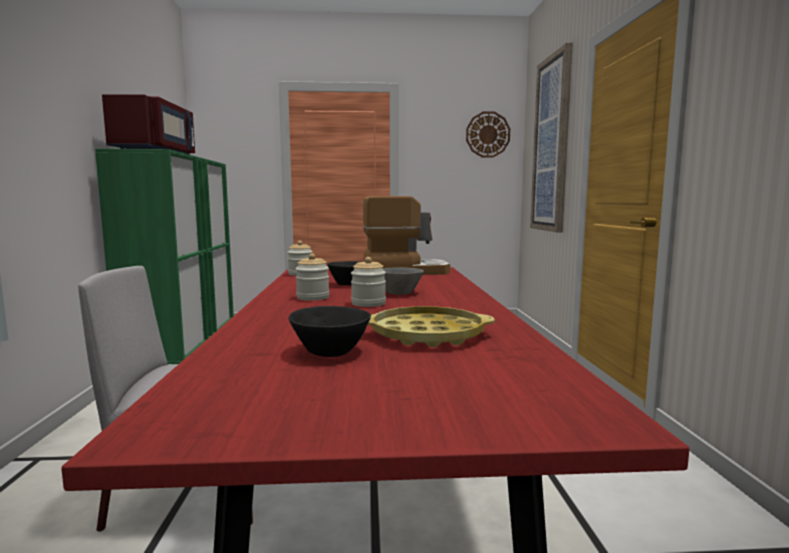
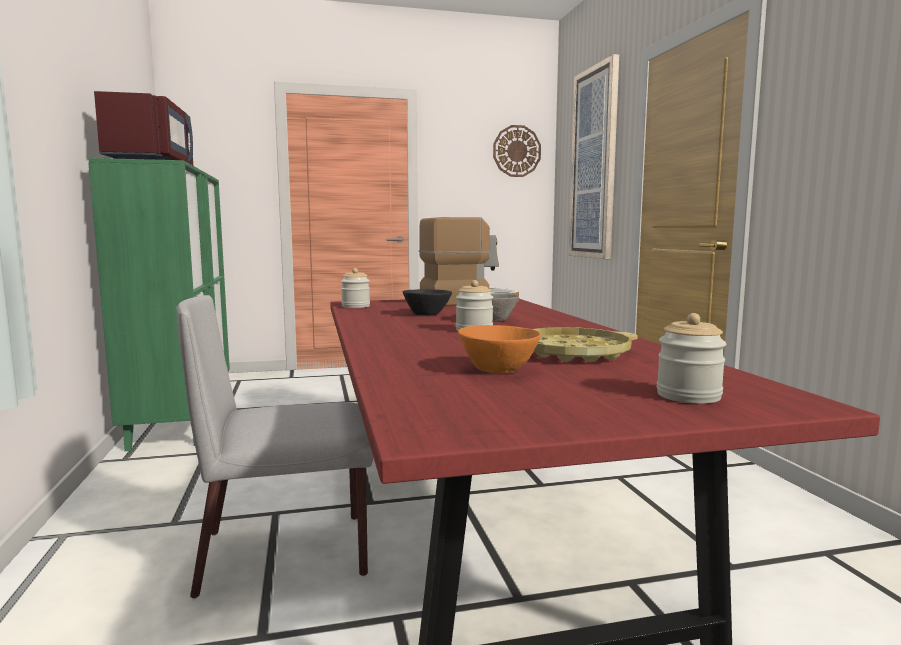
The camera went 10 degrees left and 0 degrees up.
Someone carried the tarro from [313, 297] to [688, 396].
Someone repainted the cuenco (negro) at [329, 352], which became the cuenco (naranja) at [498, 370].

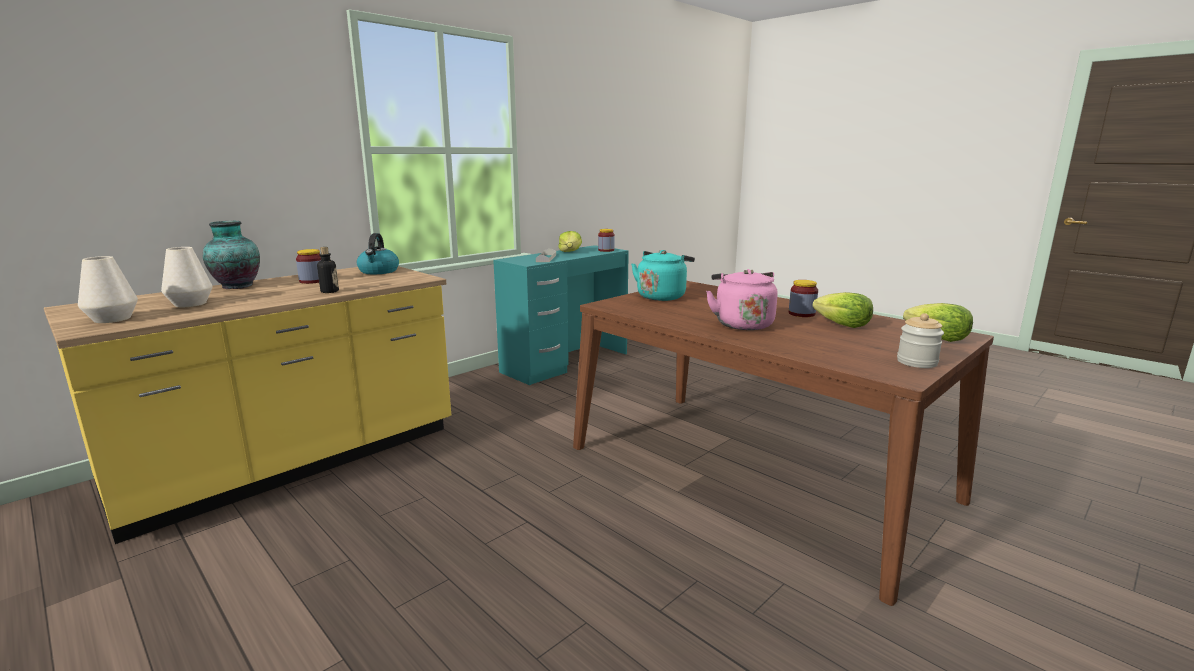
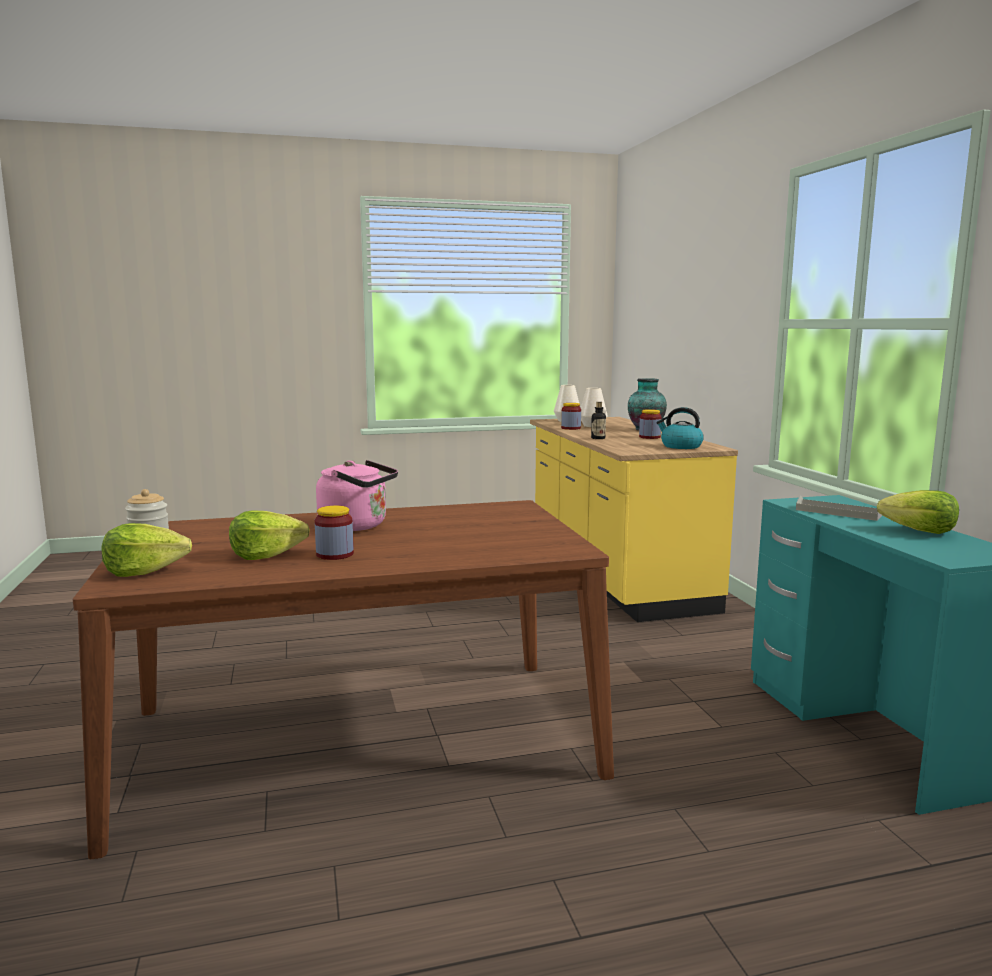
The camera went 120 degrees right and 5 degrees down.
Someone took away the hervidor (turquesa) at [662, 296].
Someone carried the tarro from [606, 250] to [571, 428].

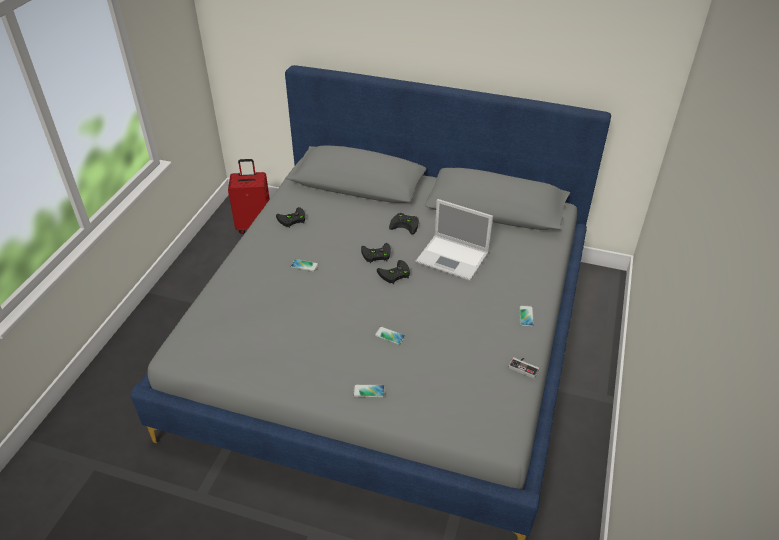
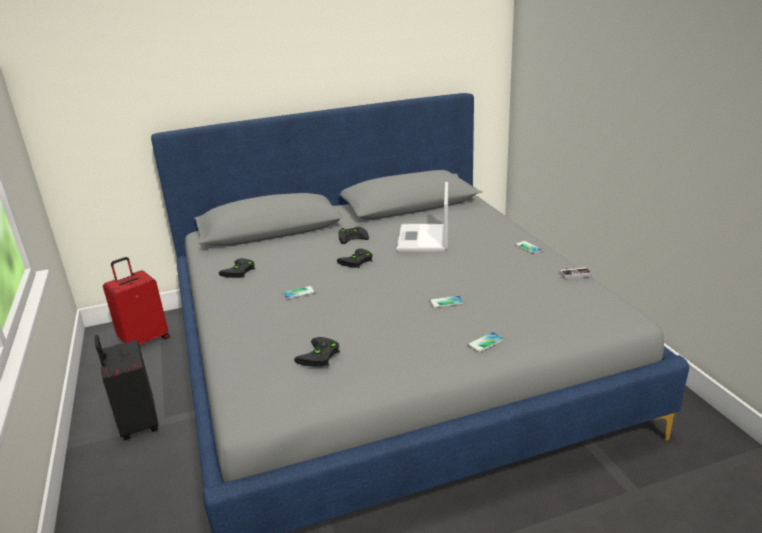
The camera went 35 degrees left and 15 degrees down.
Someone put down the maleta (negro) at [138, 424].
Someone carried the mando de consola (negro) from [394, 274] to [319, 356].
Someone rotated the portátil at [453, 258] by 105 degrees clockwise.

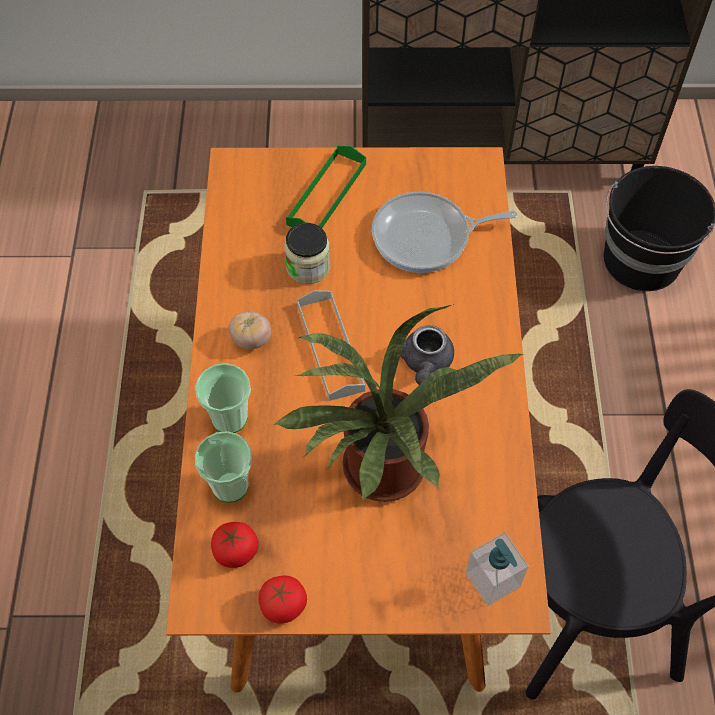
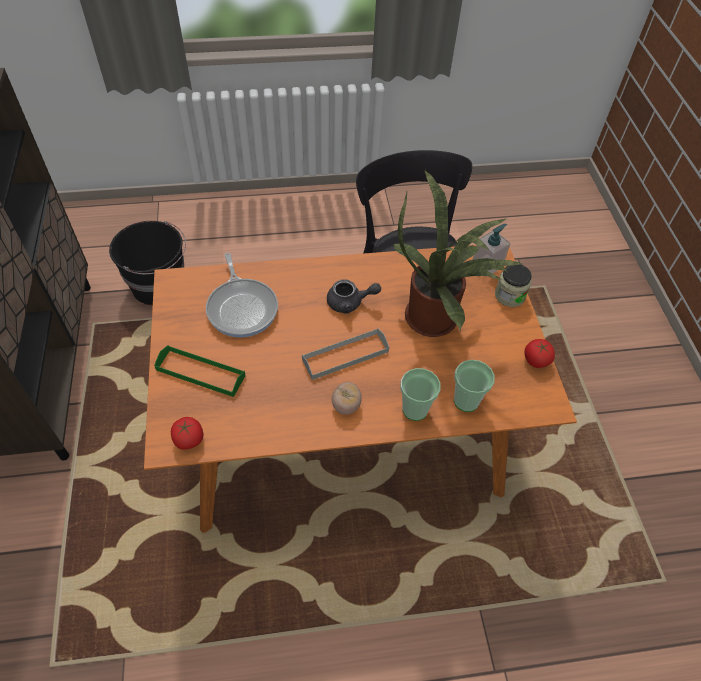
The camera went 100 degrees left and 5 degrees down.
Someone carried the tomate from [236, 551] to [189, 439].
Someone carried the tarro from [308, 267] to [509, 295].

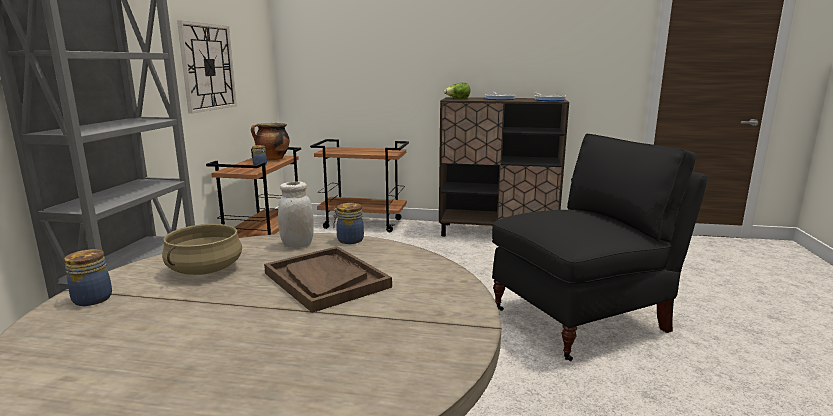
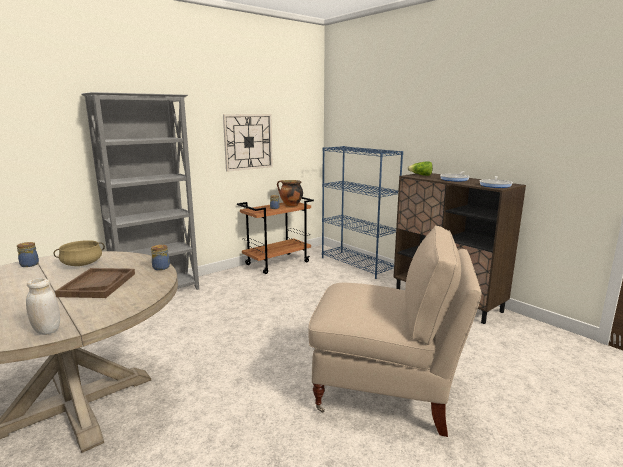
The camera went 40 degrees right and 0 degrees up.
Someone carried the tarro (blanco) from [297, 244] to [47, 330].
Someone swapped the carrito (marrón) at [364, 223] for the estantería (azul) at [357, 264].
Someone repainted the silla (negro) at [581, 319], which became the silla (beis) at [386, 390].

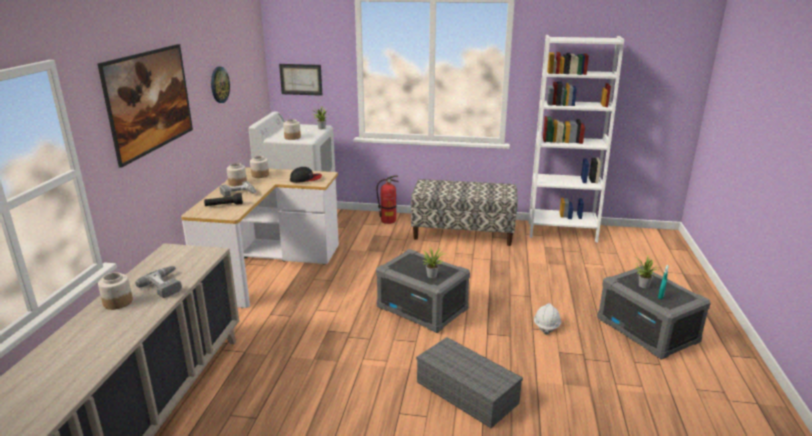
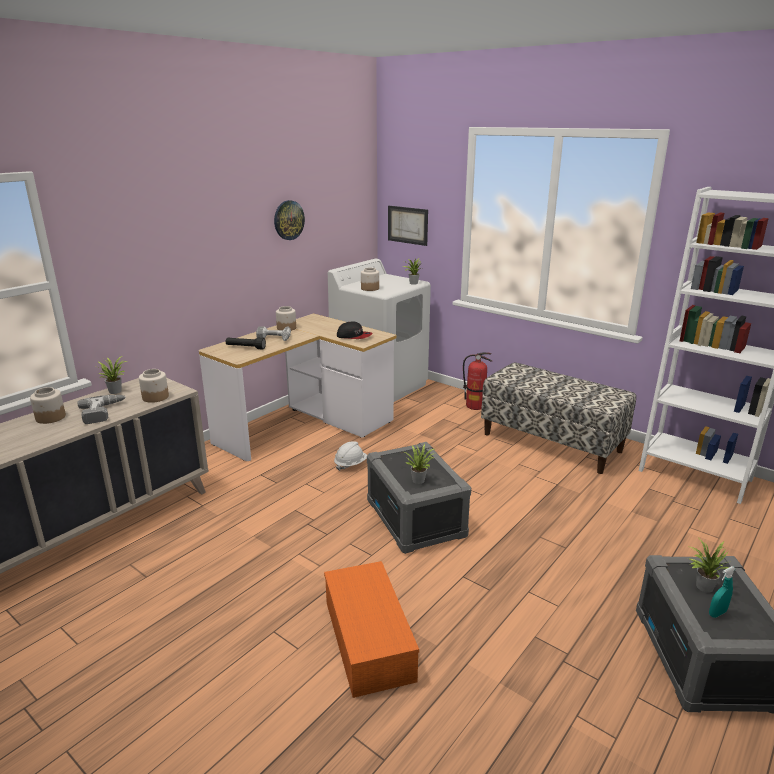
The camera went 30 degrees right and 0 degrees up.
Someone took away the cuadro at [154, 124].
Someone put down the planta en maceta at [115, 391].
Someone carried the tarro from [260, 175] to [156, 397].
Someone carried the casco (blanco) from [546, 326] to [351, 464].
Someone repainted the caja de almacenaje (gris) at [468, 392], which became the caja de almacenaje (naranja) at [370, 641].

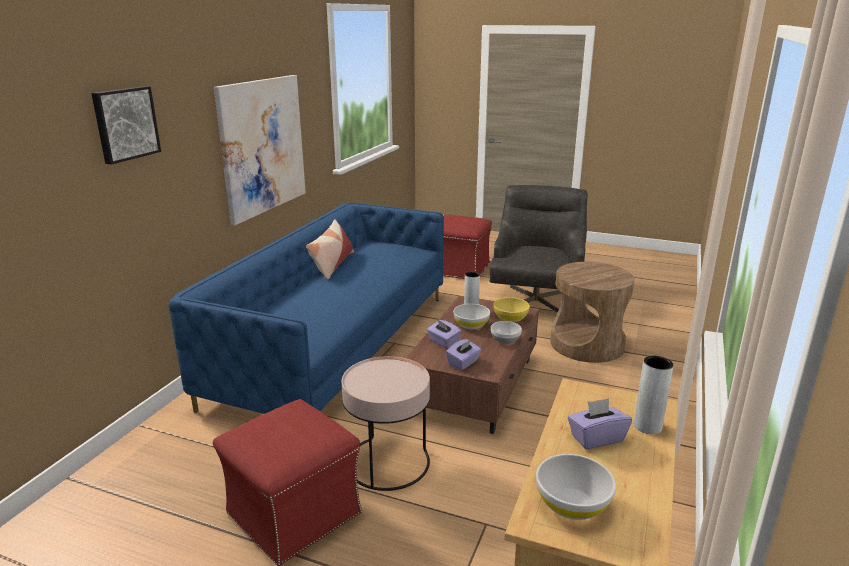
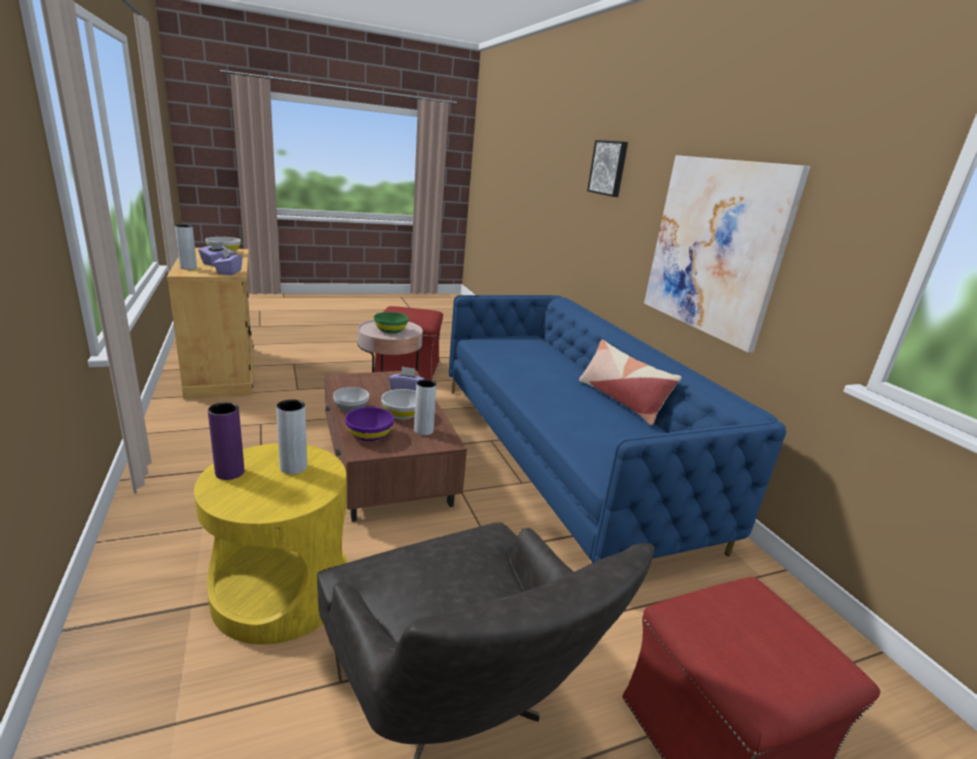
The camera went 135 degrees right and 0 degrees up.
Someone put down the florero (morado) at [230, 472].
Someone put down the florero (gris) at [293, 467].
Someone put down the cuenco (verde) at [390, 330].
Someone carried the caja de pañuelos (morado) from [463, 363] to [229, 272].
Someone repainted the cuenco (amarillo) at [510, 318], which became the cuenco (morado) at [369, 435].
Someone repainted the mesa auxiliar (marrón) at [587, 344], which became the mesa auxiliar (amarillo) at [280, 591].

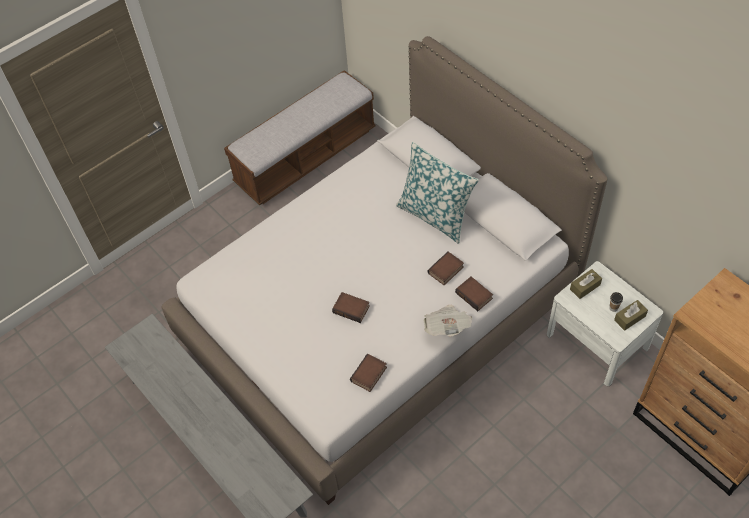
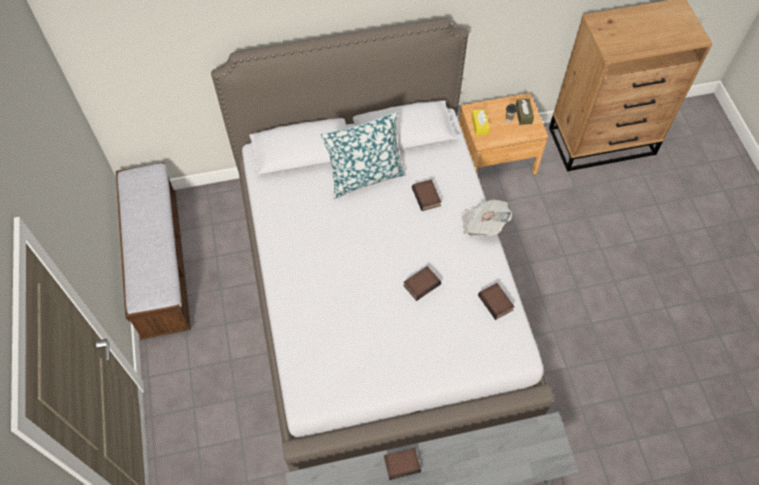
The camera went 65 degrees left and 5 degrees up.
Someone carried the libro from [475, 295] to [402, 463].
Someone repainted the mesita de noche (blanco) at [597, 341], which became the mesita de noche (marrón) at [496, 158].
Someone repainted the caja de pañuelos (marrón) at [585, 287], which became the caja de pañuelos (amarillo) at [479, 125].

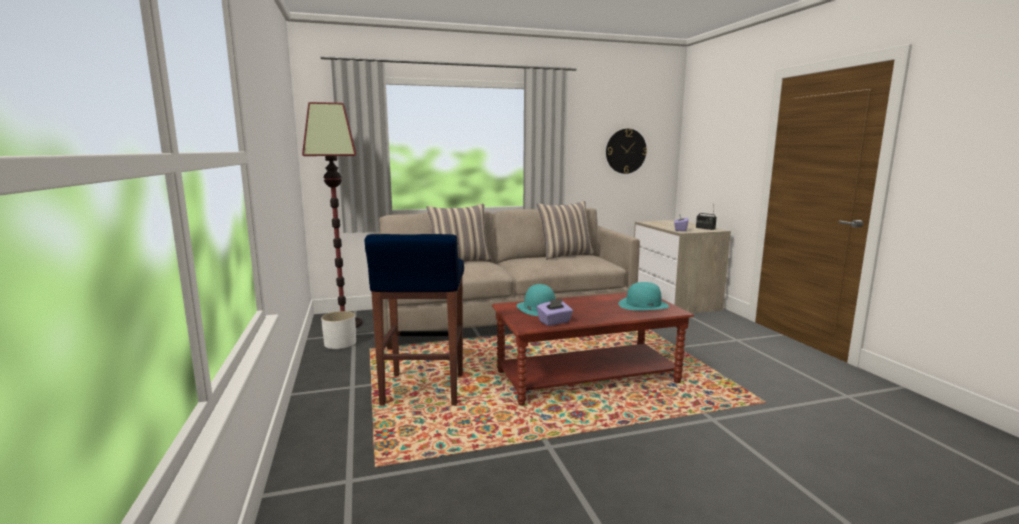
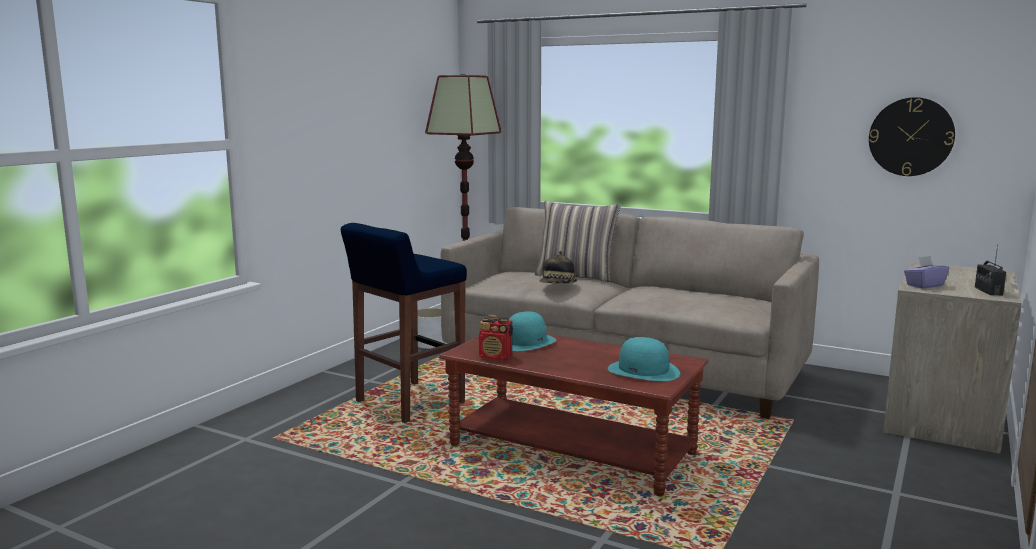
The camera went 45 degrees right and 0 degrees up.
Someone took away the cojín at [565, 255].
Someone put down the sombrero at [558, 286].
Someone swapped the caja de pañuelos (morado) at [554, 322] for the radio at [496, 357].

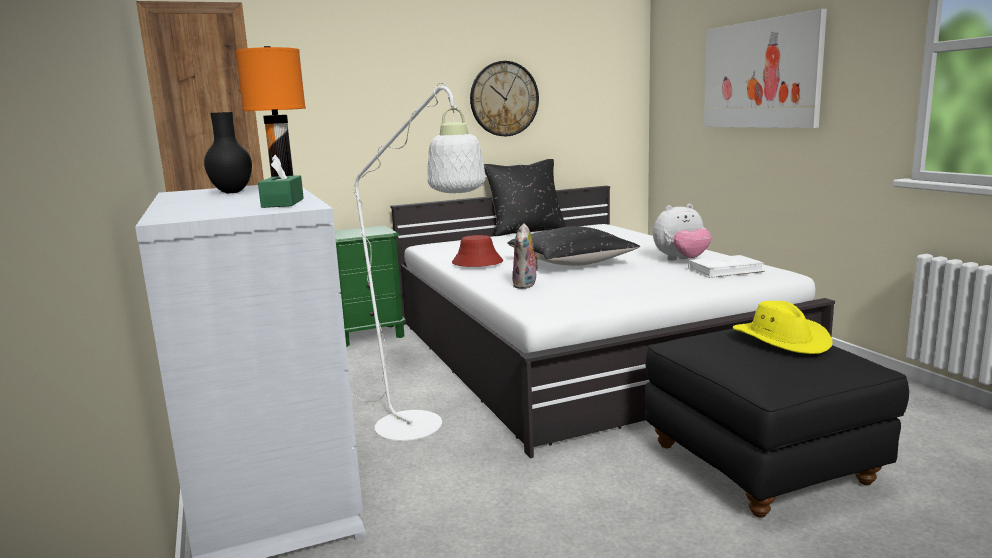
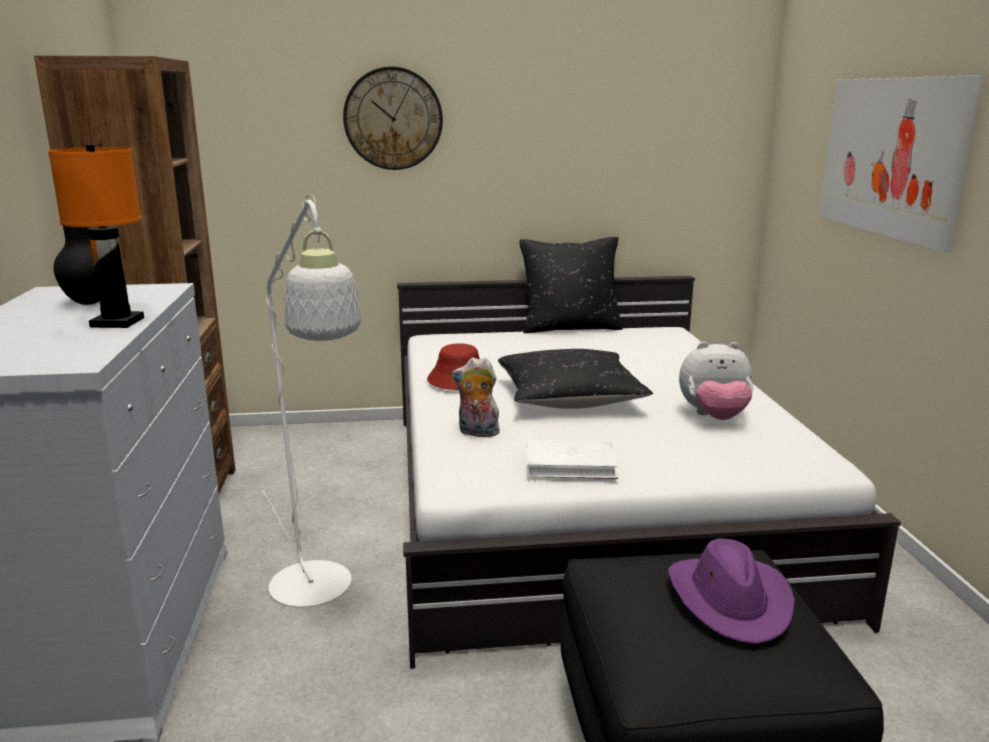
The camera went 15 degrees right and 5 degrees up.
Someone took away the caja de pañuelos (verde) at [283, 203].
Someone took away the mesita de noche (verde) at [369, 335].
Someone carried the reloj de pared from [504, 99] to [393, 119].
Someone carried the libro (blanco) from [725, 270] to [571, 465].
Someone repainted the sombrero (amarillo) at [782, 339], which became the sombrero (morado) at [730, 600].
Someone rotated the peluche at [526, 285] by 75 degrees clockwise.

